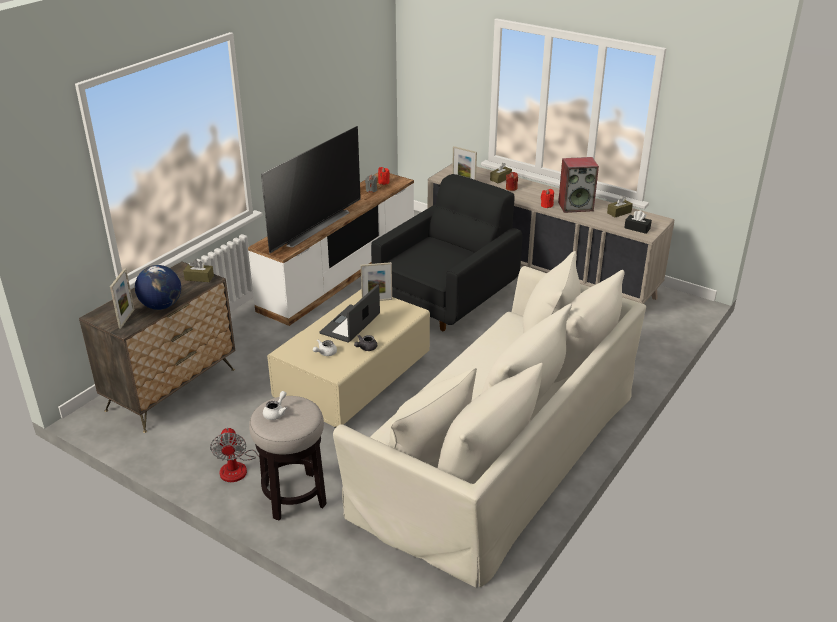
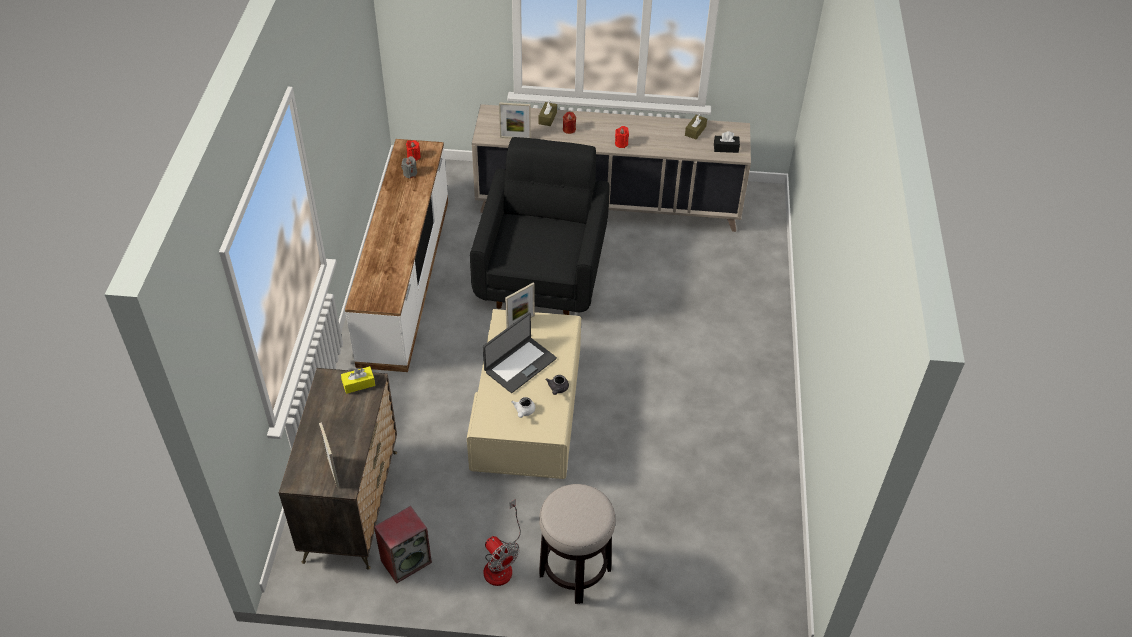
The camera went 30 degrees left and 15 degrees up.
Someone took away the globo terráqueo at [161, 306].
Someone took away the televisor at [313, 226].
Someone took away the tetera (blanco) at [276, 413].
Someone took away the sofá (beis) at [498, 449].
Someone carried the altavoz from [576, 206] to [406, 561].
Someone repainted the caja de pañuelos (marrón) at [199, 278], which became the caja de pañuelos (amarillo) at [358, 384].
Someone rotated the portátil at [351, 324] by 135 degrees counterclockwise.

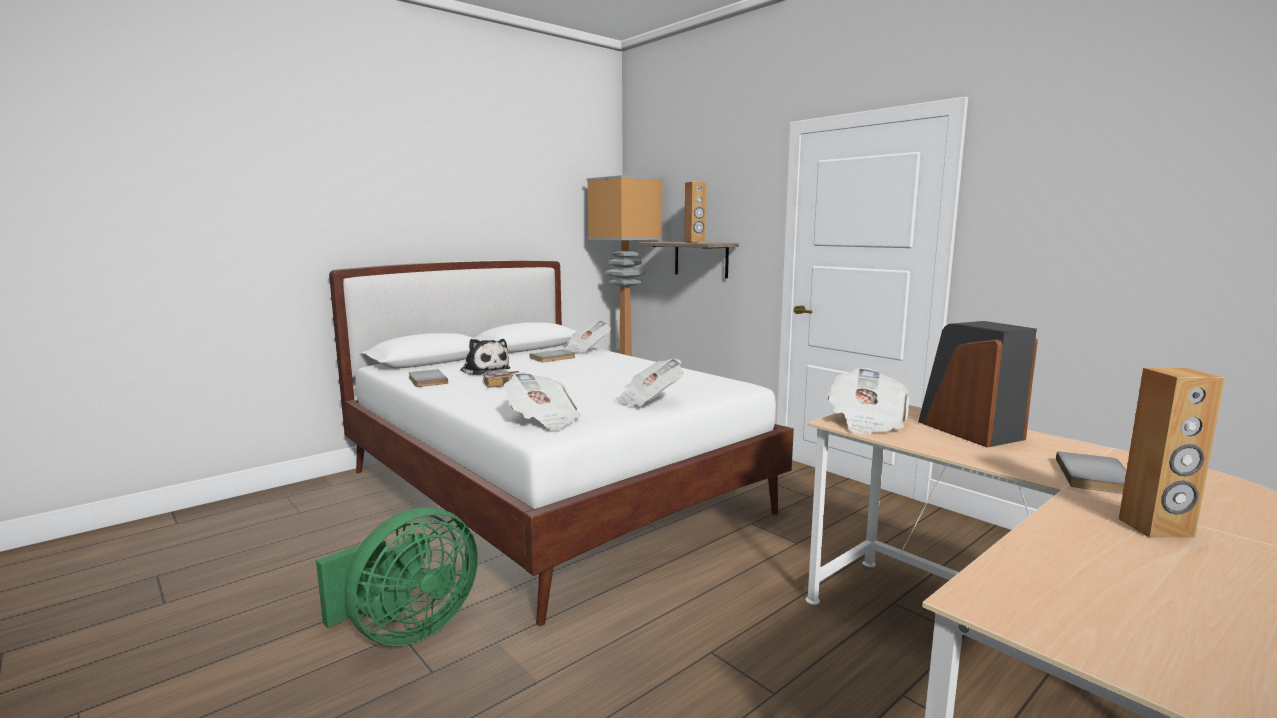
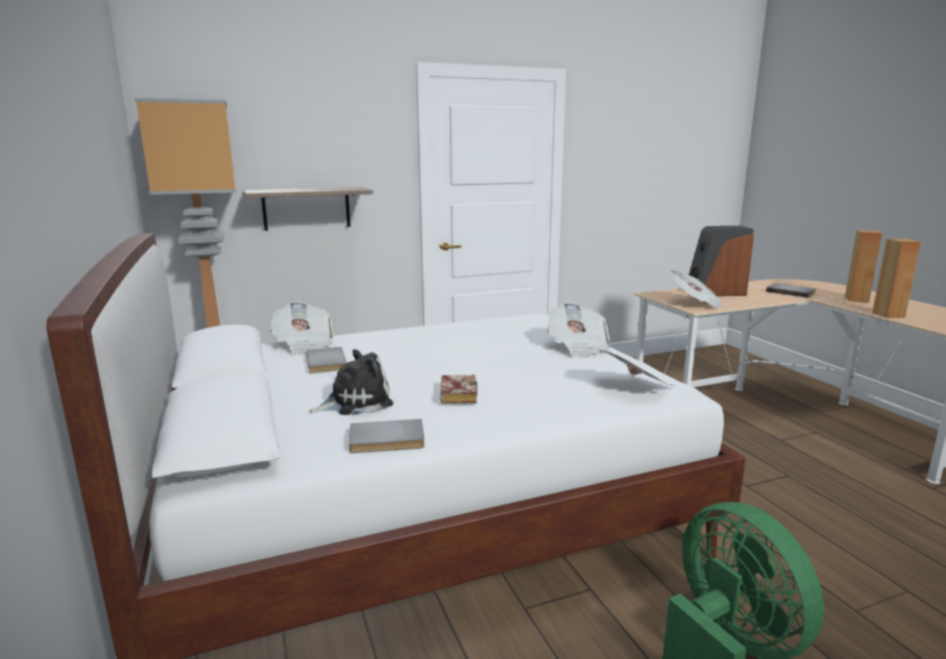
The camera went 70 degrees left and 5 degrees up.
Someone carried the altavoz (marrón) from [695, 242] to [888, 315].

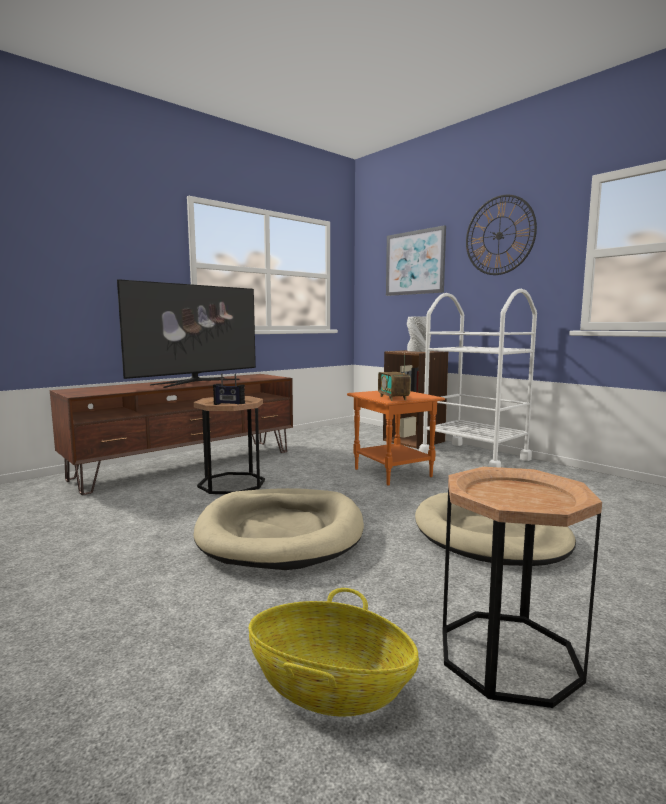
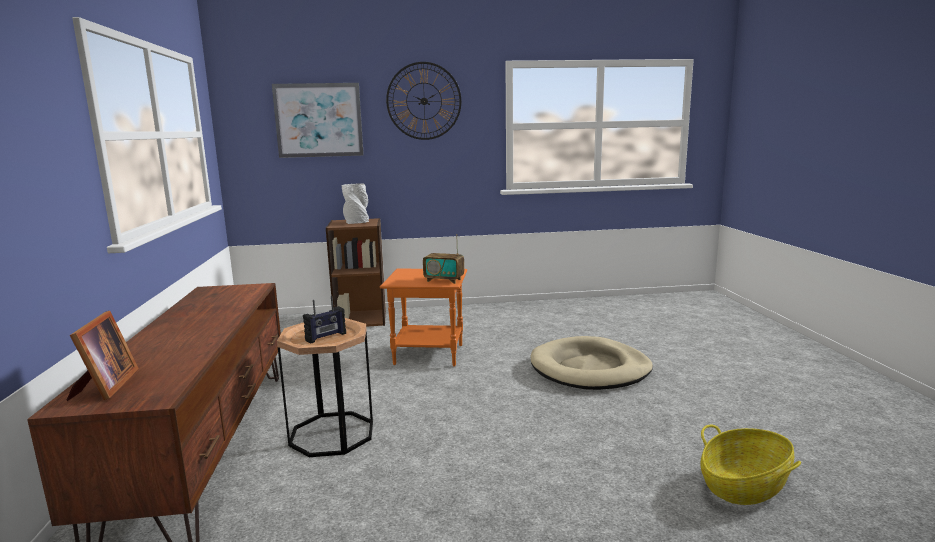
The camera went 55 degrees left and 5 degrees up.
Someone took away the televisor at [196, 382].
Someone took away the cama para perro (beis) at [281, 532].
Someone took away the carrito (blanco) at [474, 456].
Someone took away the mesa auxiliar (marrón) at [508, 655].
Someone put down the portarretratos at [105, 387].

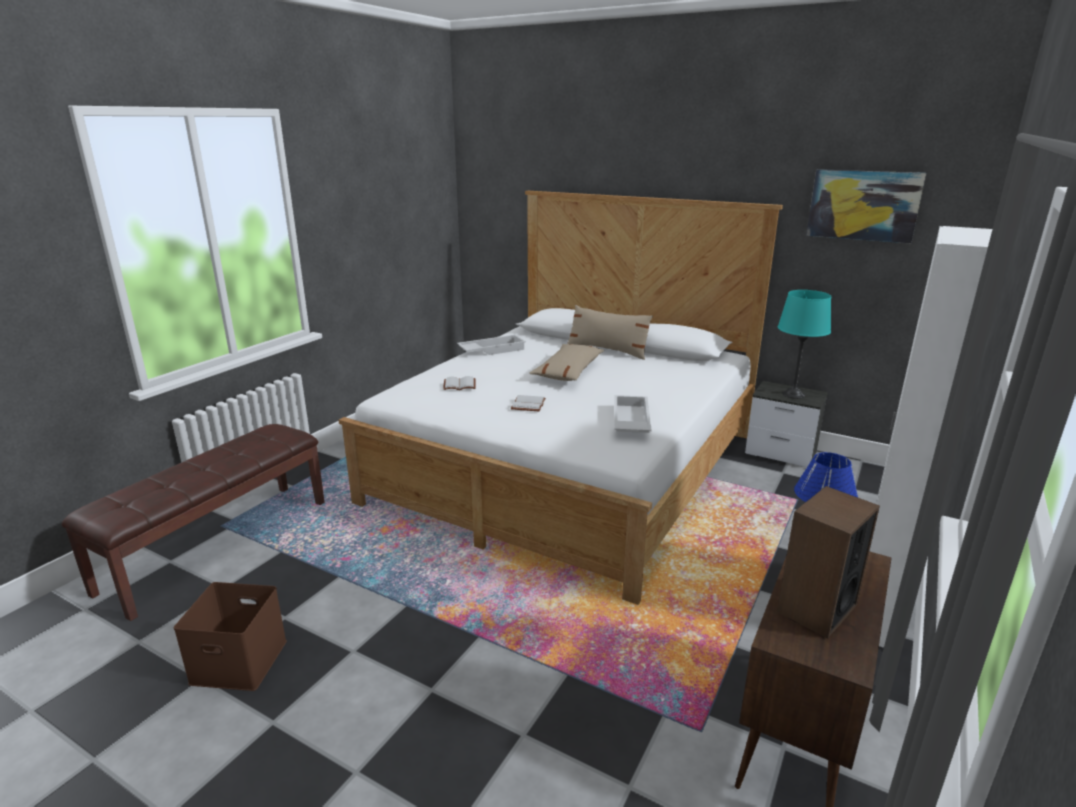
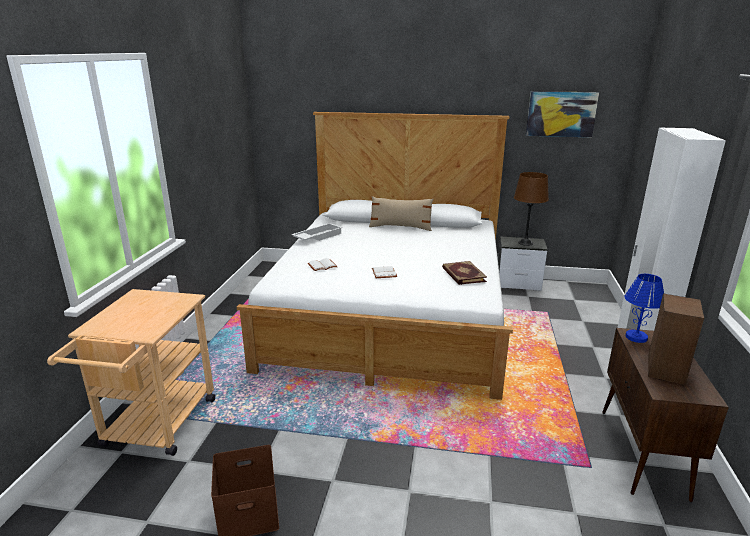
The camera went 20 degrees left and 0 degrees up.
Someone took away the cojín (beis) at [568, 371].
Someone swapped the banco (marrón) at [218, 544] for the carrito (beis) at [155, 428].
Someone swapped the bandeja (blanco) at [629, 421] for the libro at [463, 275].
Someone repainted the lámpara de mesa (turquesa) at [793, 394], which became the lámpara de mesa (marrón) at [525, 243].

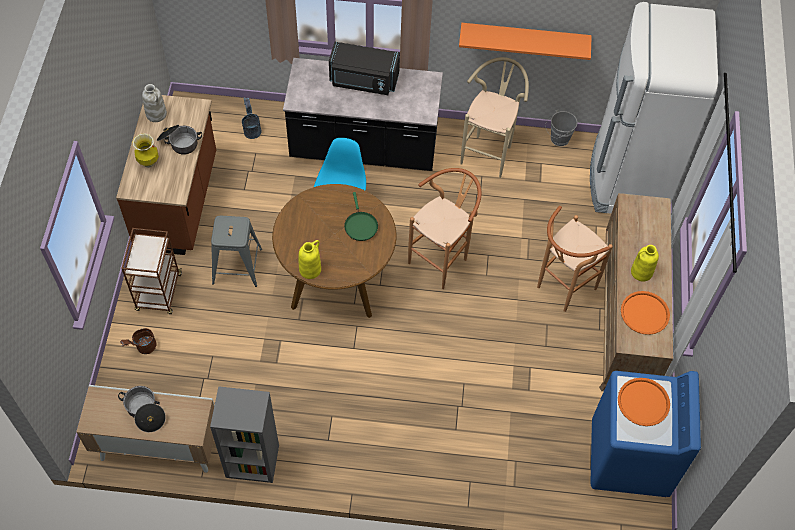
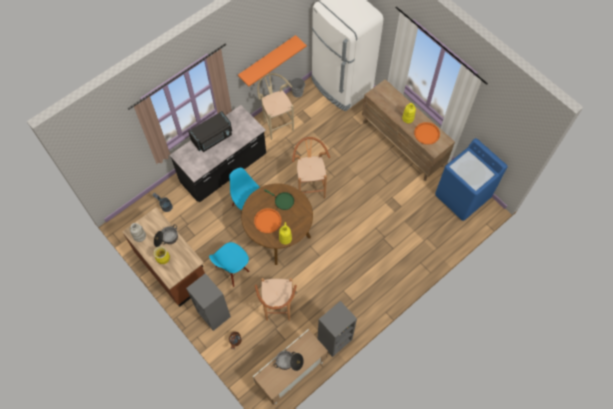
The camera went 45 degrees left and 5 degrees up.
Someone carried the taburete (marrón) from [561, 290] to [278, 311].
Someone carried the bandeja (naranja) from [643, 402] to [267, 221].
Someone swapped the carrito (marrón) at [159, 293] for the estantería (gris) at [213, 314].
Someone swapped the taburete (gris) at [237, 266] for the silla (azul) at [232, 270].

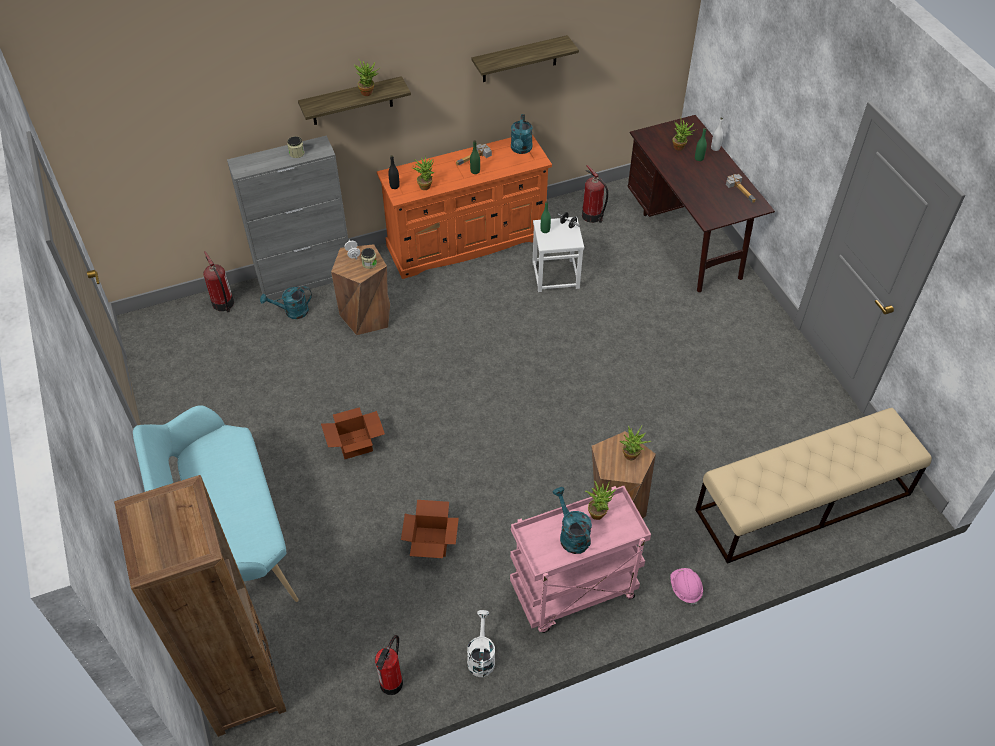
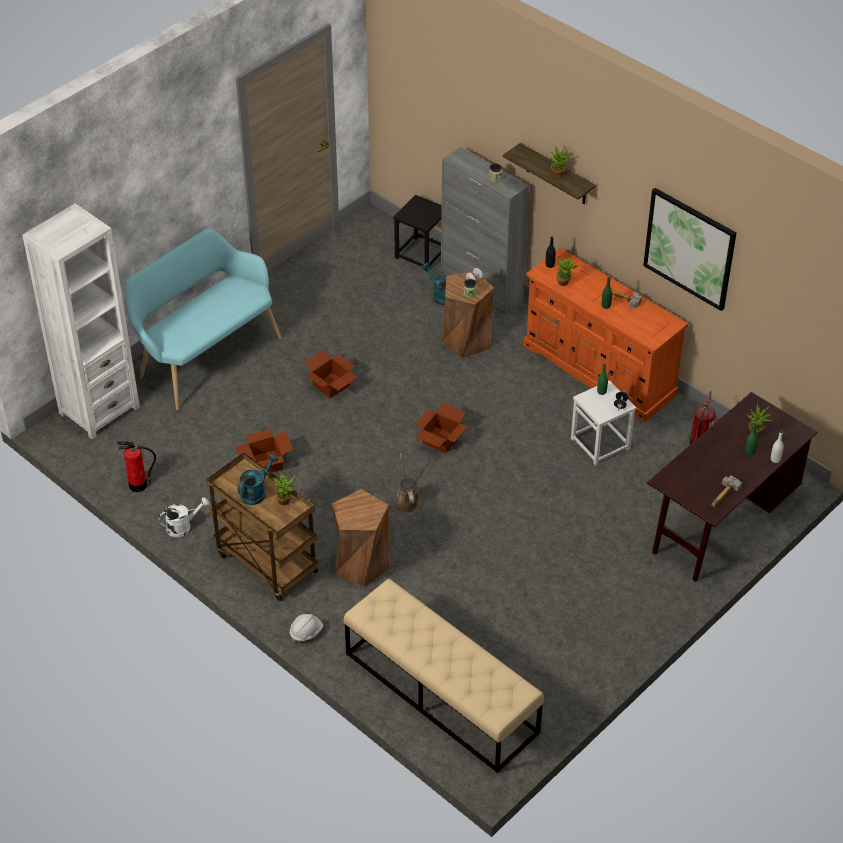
The camera went 65 degrees right and 5 degrees down.
Someone took away the regadera (turquesa) at [521, 149].
Someone took away the planta en maceta at [632, 457].
Someone put down the regadera (marrón) at [407, 500].
Someone put down the caja de cartón at [440, 440].
Someone swapped the extintor at [223, 304] for the taburete (negro) at [421, 254].
Someone swapped the estante at [519, 59] for the cuadro at [689, 248].
Someone repainted the estantería (marrón) at [242, 686], which became the estantería (blanco) at [99, 410].
Someone repainted the carrito (rosa) at [573, 593], which became the carrito (marrón) at [265, 562].
Someone repainted the casco (rosa) at [685, 589], which became the casco (blanco) at [306, 632].

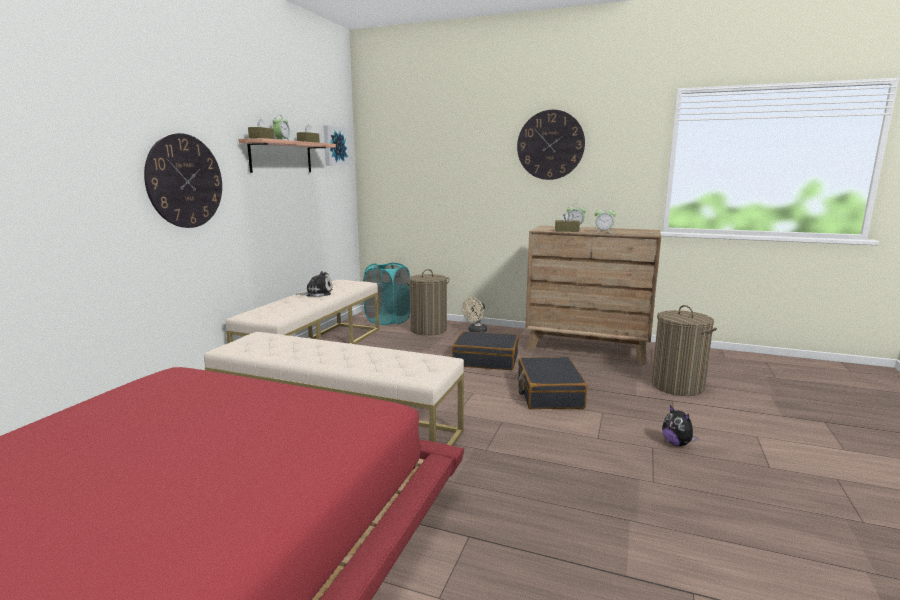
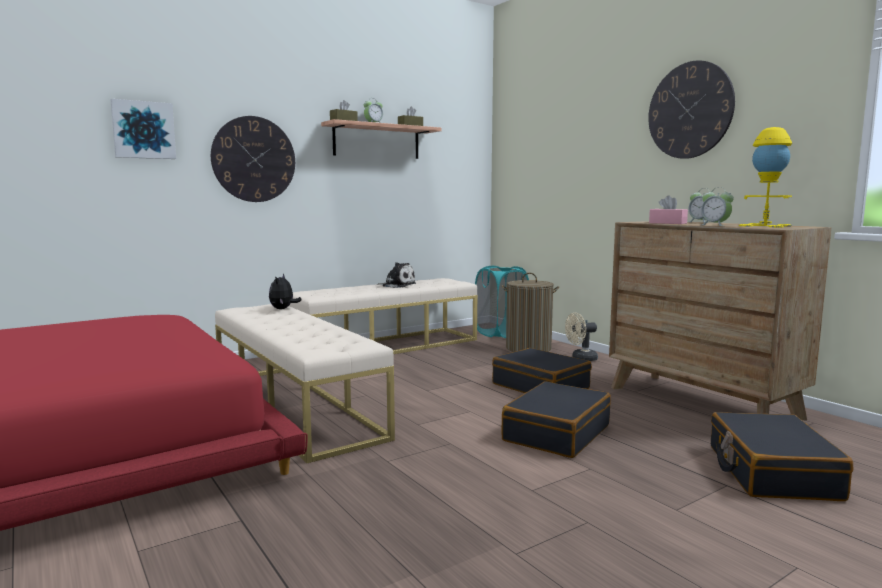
The camera went 35 degrees right and 5 degrees down.
Someone put down the lámpara de mesa (amarillo) at [765, 226].
Someone carried the cuadro from [335, 146] to [143, 130].
Someone carried the peluche from [677, 443] to [283, 309].
Someone swapped the cesto de la ropa at [677, 386] for the maleta (negro) at [771, 472].
Someone repainted the caja de pañuelos (marrón) at [566, 230], which became the caja de pañuelos (rosa) at [667, 223].

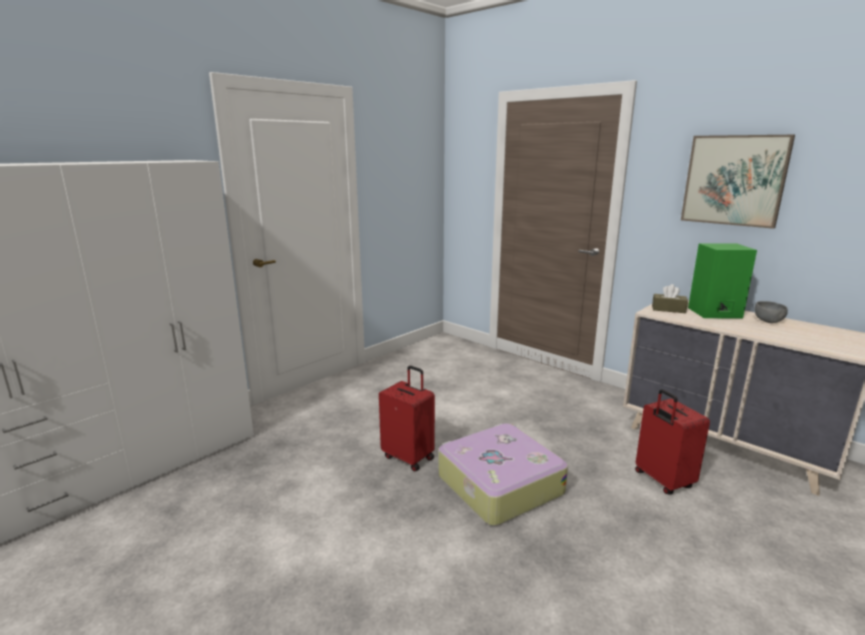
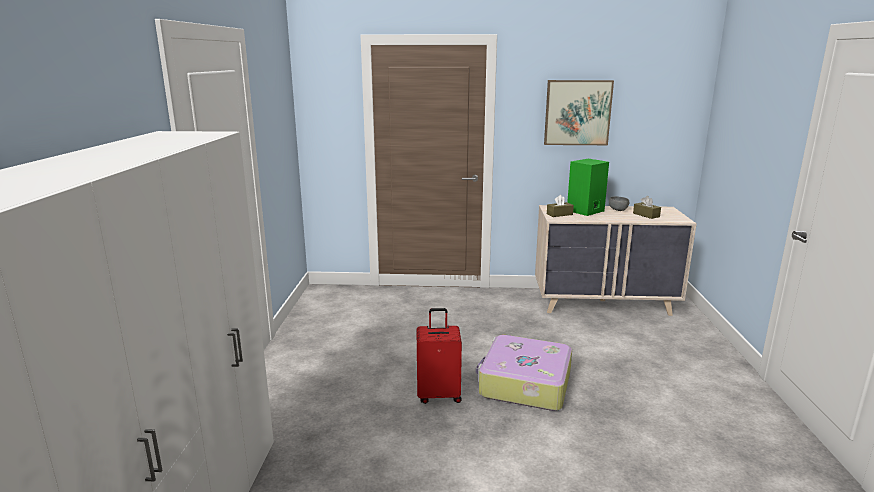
The camera went 40 degrees left and 0 degrees up.
Someone took away the maleta (rojo) at [662, 480].
Someone put down the caja de pañuelos (marrón) at [646, 215].

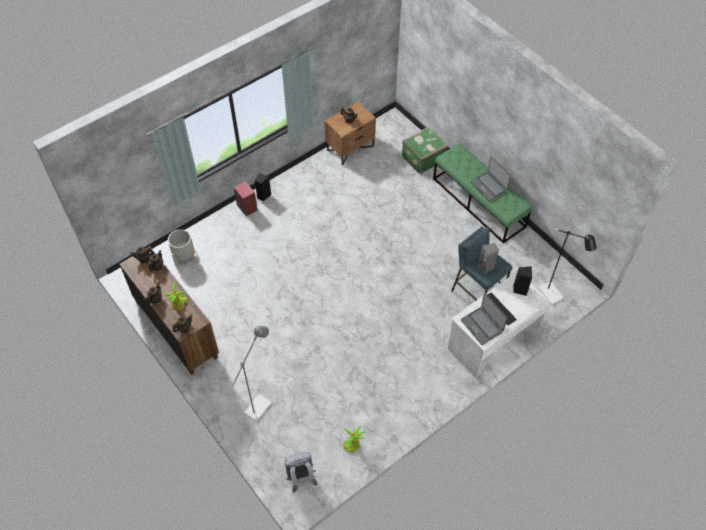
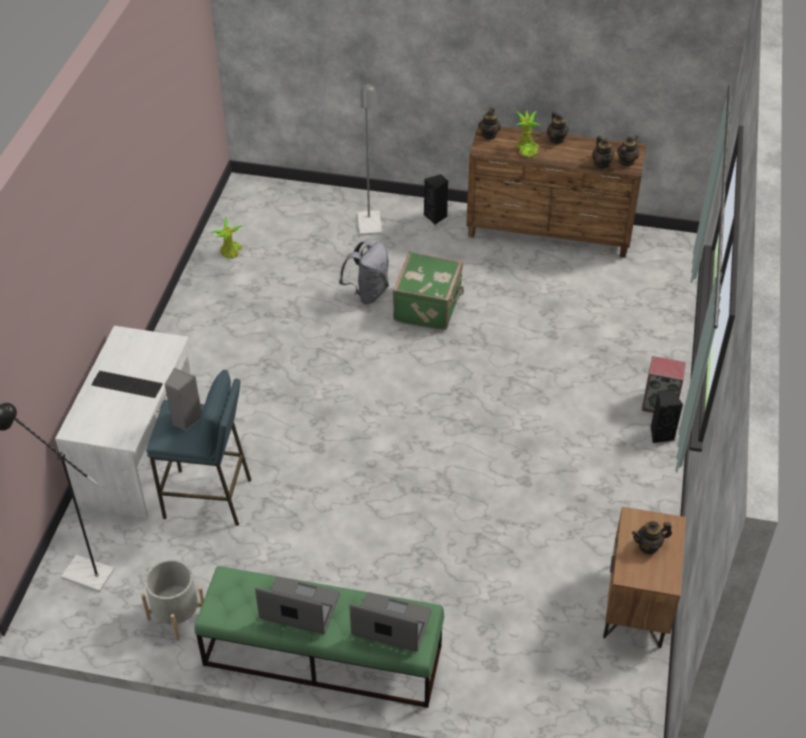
The camera went 140 degrees right and 10 degrees down.
Someone carried the maceta (gris) from [184, 256] to [177, 615].
Someone carried the mochila (gris) from [301, 478] to [368, 293].
Someone carried the maleta (verde) from [422, 158] to [429, 307].
Someone carried the portátil from [482, 326] to [391, 624].
Someone carried the altavoz (negro) from [520, 289] to [436, 217].

